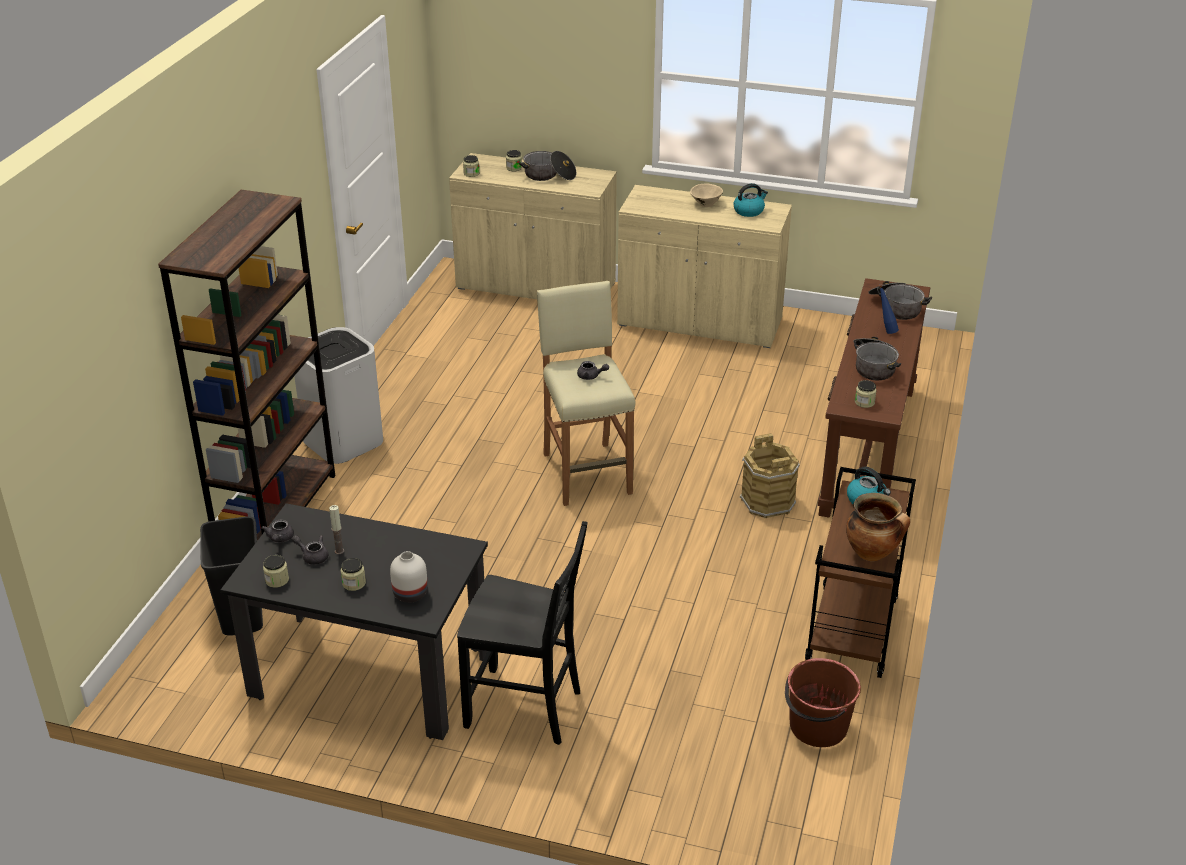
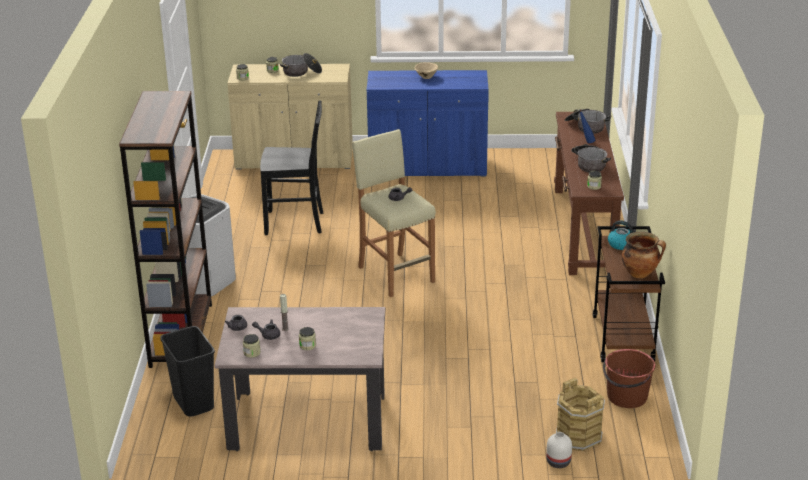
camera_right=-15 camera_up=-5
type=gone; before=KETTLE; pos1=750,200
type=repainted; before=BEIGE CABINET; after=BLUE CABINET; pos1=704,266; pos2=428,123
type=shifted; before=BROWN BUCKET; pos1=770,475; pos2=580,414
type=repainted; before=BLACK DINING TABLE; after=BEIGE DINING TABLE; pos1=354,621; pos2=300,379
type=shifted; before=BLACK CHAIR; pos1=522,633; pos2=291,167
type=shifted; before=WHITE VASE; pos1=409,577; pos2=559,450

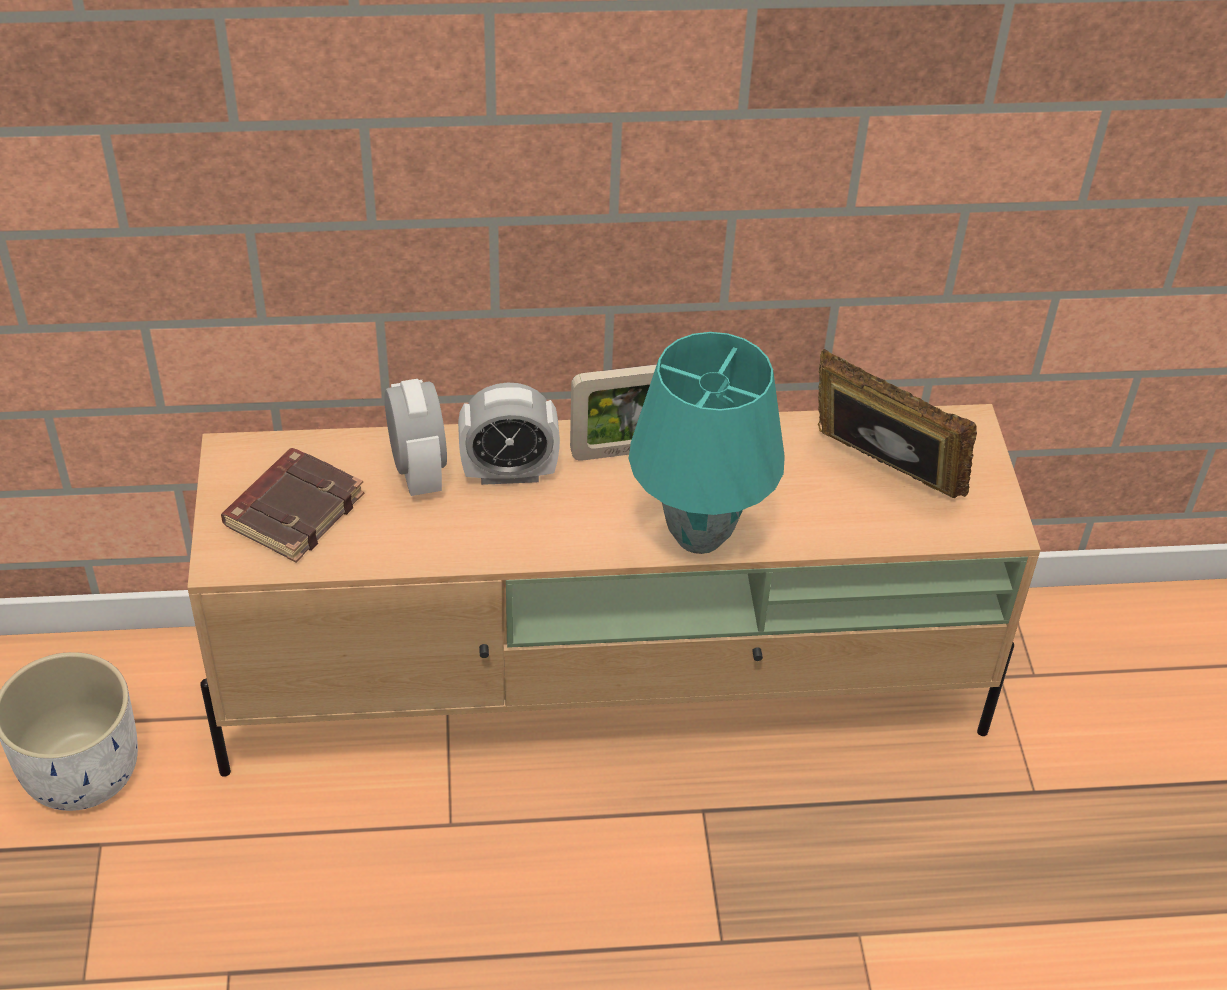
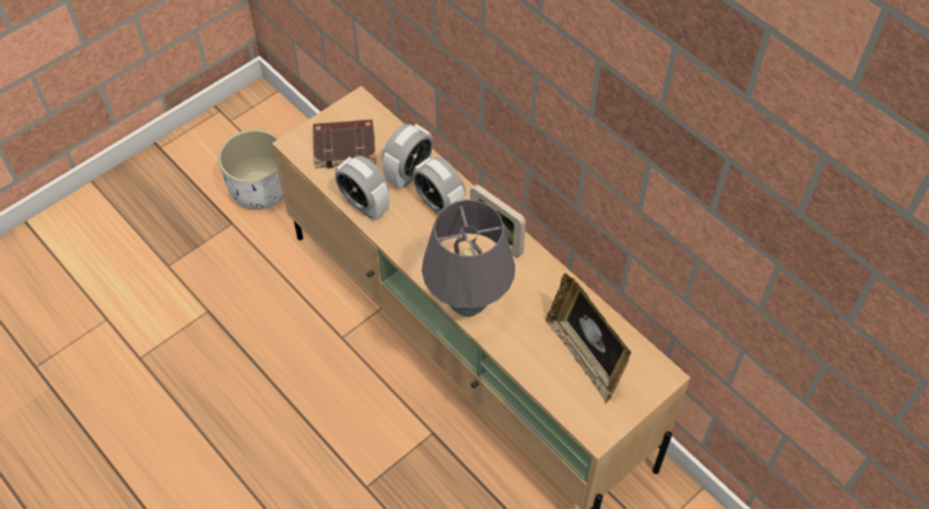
camera_right=55 camera_up=10
type=repainted; before=TURQUOISE TABLE LAMP; after=GREY TABLE LAMP; pos1=707,443; pos2=468,258
type=rotated; before=PICTURE FRAME; pos1=897,423; pos2=588,338; turn=150
type=new; after=ALARM CLOCK; pos2=362,188

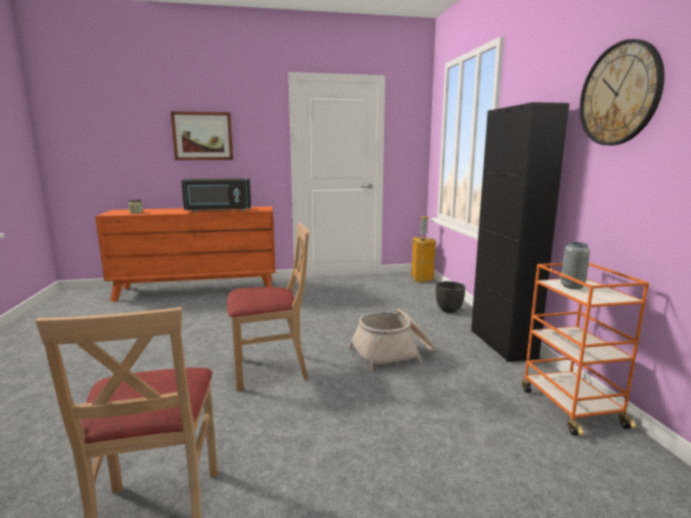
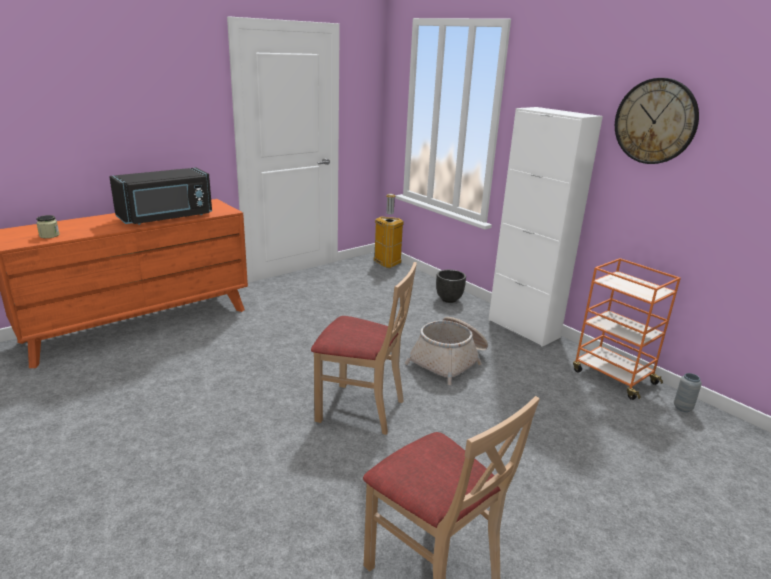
camera_right=-30 camera_up=10
type=repainted; before=BLACK CABINET; after=WHITE CABINET; pos1=520,232; pos2=545,227
type=gone; before=PICTURE; pos1=201,135
type=rotated; before=BEIGE CHAIR; pos1=268,307; pos2=364,348; turn=60
type=shifted; before=GREY VASE; pos1=575,265; pos2=688,392

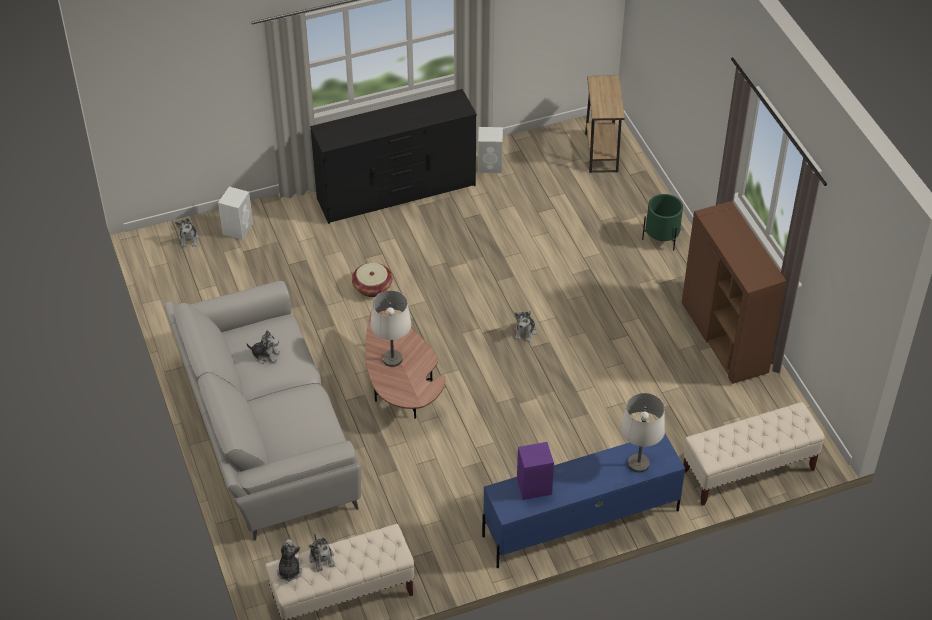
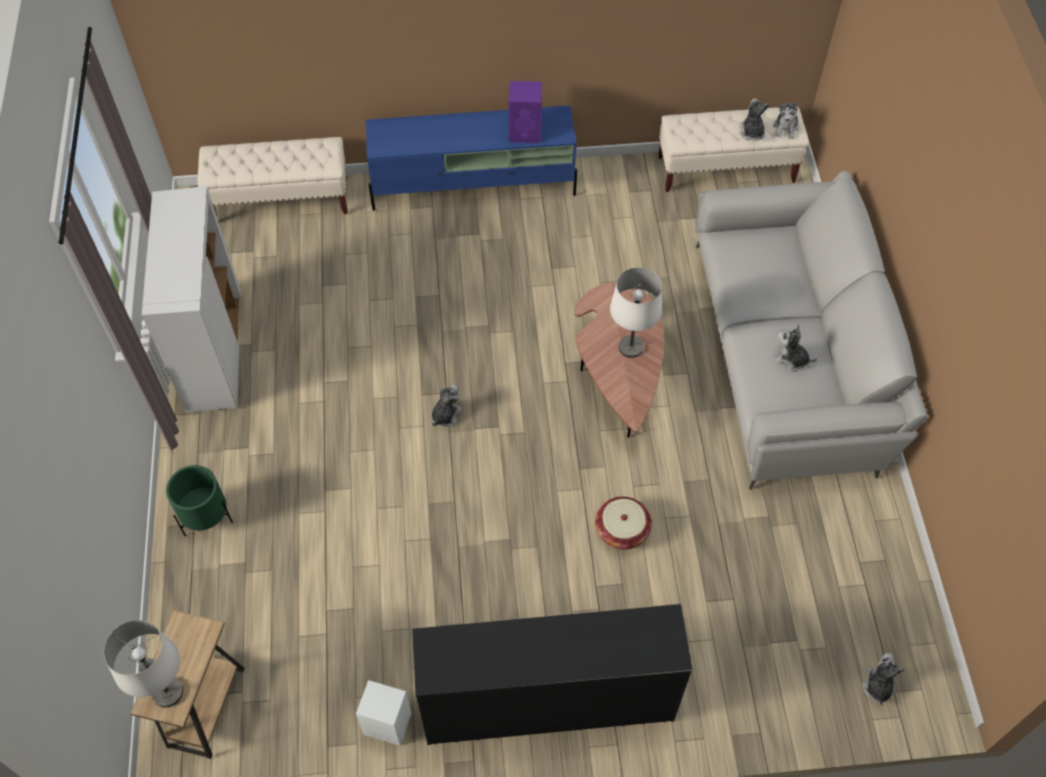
camera_right=-165 camera_up=10
type=gone; before=WHITE SPEAKER; pos1=235,213
type=repainted; before=BROWN CABINET; after=WHITE CABINET; pos1=734,292; pos2=191,299
type=shifted; before=WHITE TABLE LAMP; pos1=643,433; pos2=143,664

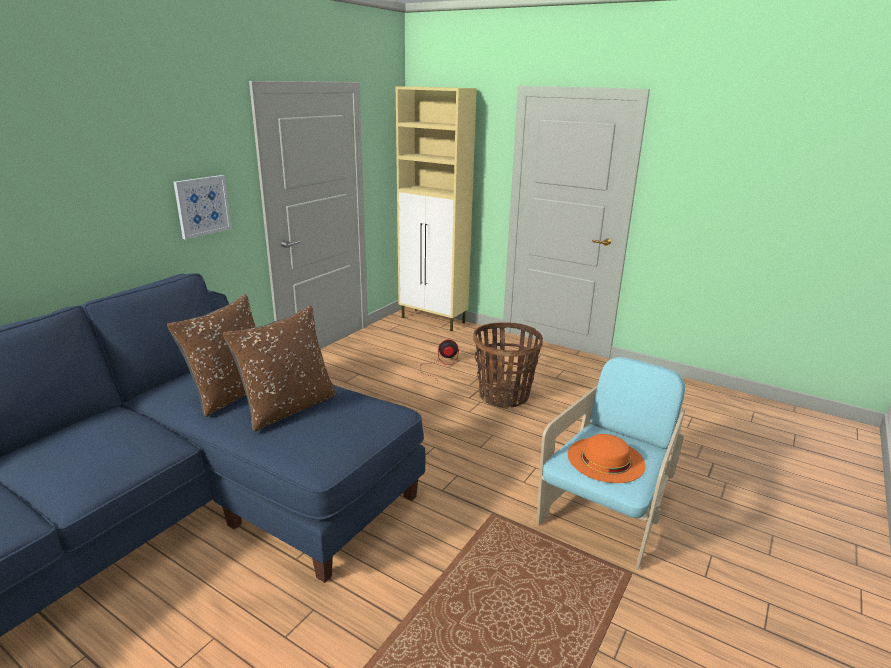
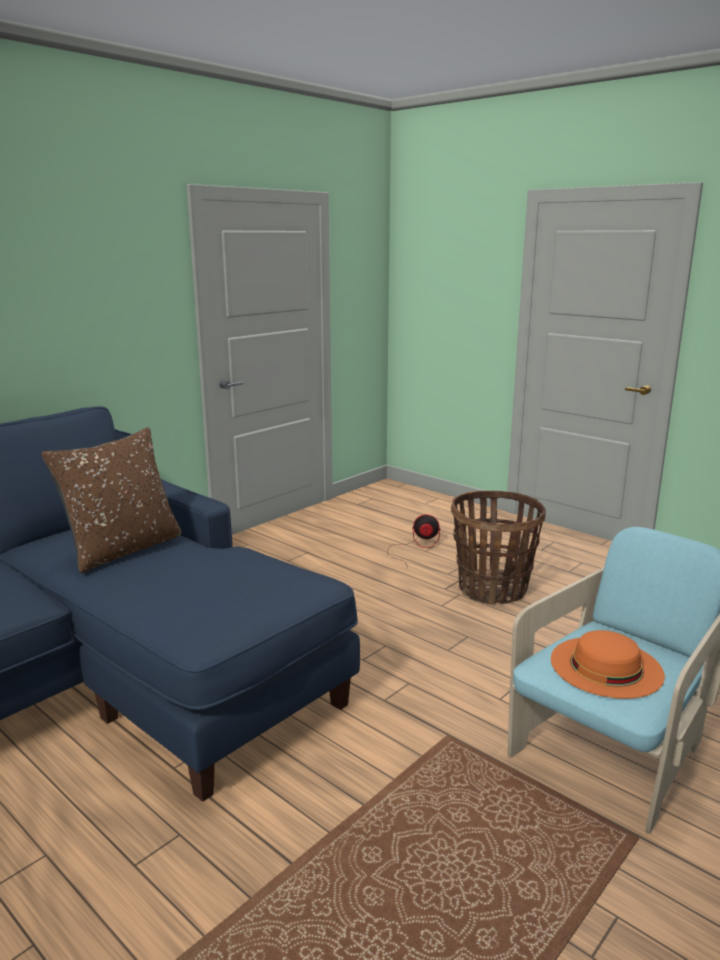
camera_right=10 camera_up=-5
type=gone; before=BEIGE CABINET; pos1=436,208
type=gone; before=PICTURE; pos1=203,207
type=gone; before=BROWN PILLOW; pos1=280,369

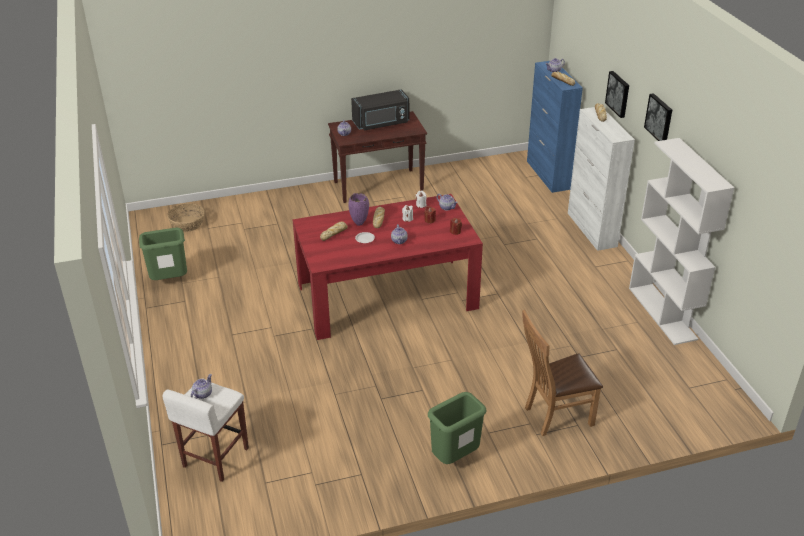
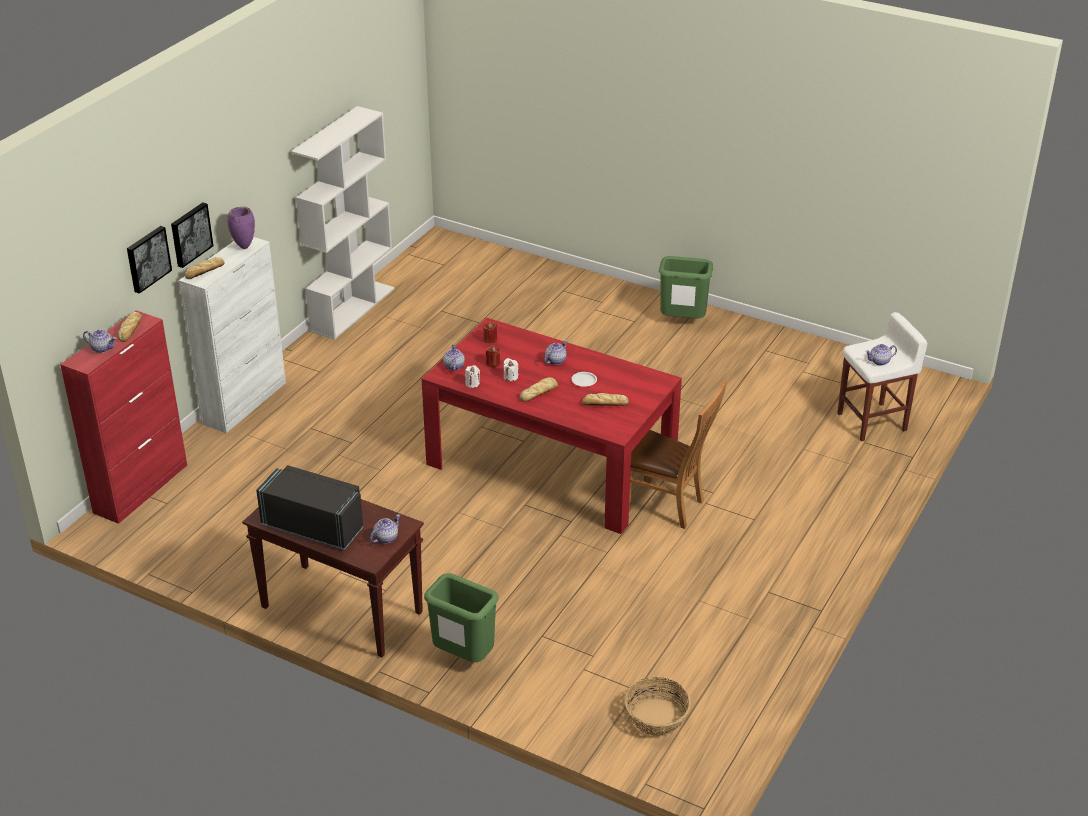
camera_right=-135 camera_up=0
type=repainted; before=BLUE CABINET; after=RED CABINET; pos1=555,127; pos2=123,417
type=shifted; before=PICTURE; pos1=658,117; pos2=149,260
type=shifted; before=PURPLE VASE; pos1=358,209; pos2=241,228
type=shifted; before=GREEN TRASH CAN; pos1=163,253; pos2=461,617
type=shifted; before=BROWN CHAIR; pos1=562,373; pos2=678,454

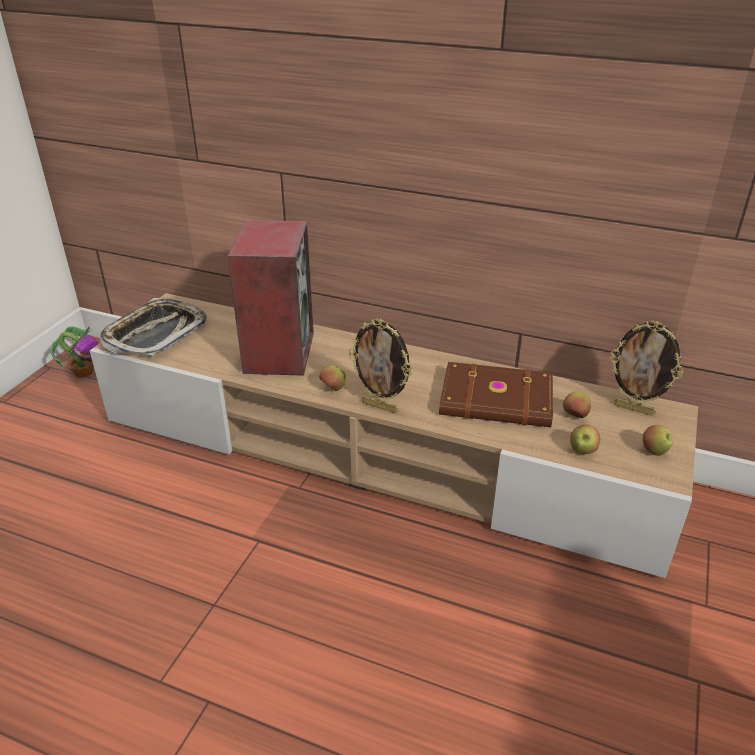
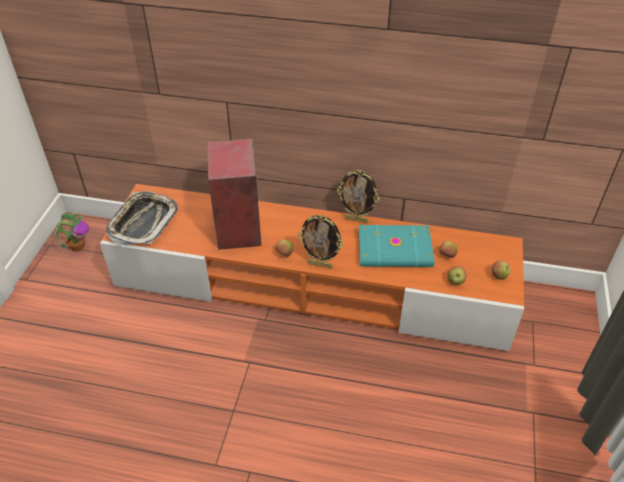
camera_right=-10 camera_up=10
type=repainted; before=BEIGE TV STAND; after=ORANGE TV STAND; pos1=394,435; pos2=312,267
type=shifted; before=PICTURE FRAME; pos1=647,368; pos2=358,196
type=repainted; before=BROWN BOOK; after=TURQUOISE BOOK; pos1=496,394; pos2=396,246

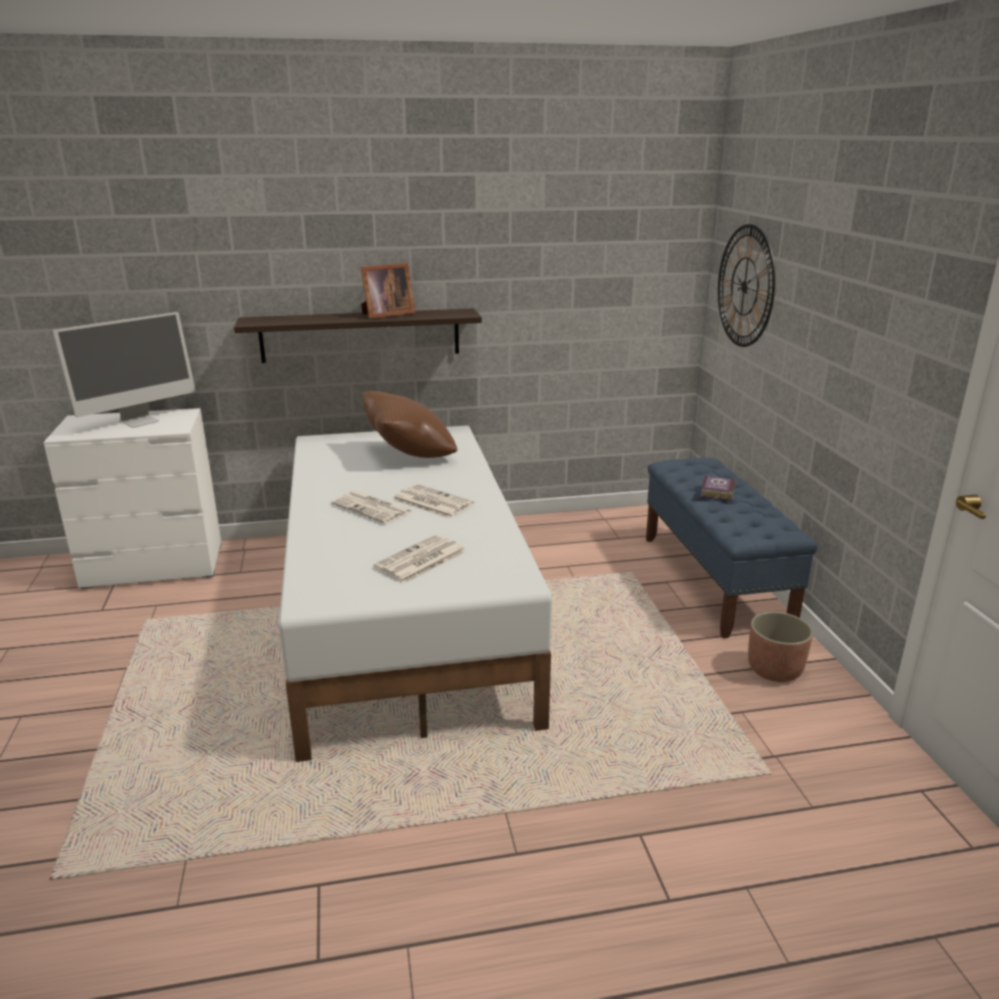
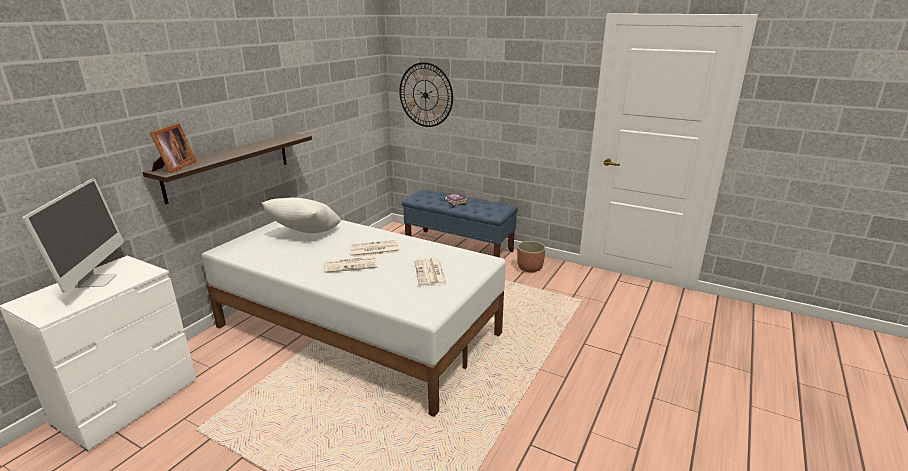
camera_right=-50 camera_up=0
type=shifted; before=PICTURE FRAME; pos1=388,291; pos2=173,148
type=repainted; before=BROWN PILLOW; after=WHITE PILLOW; pos1=410,424; pos2=301,215

